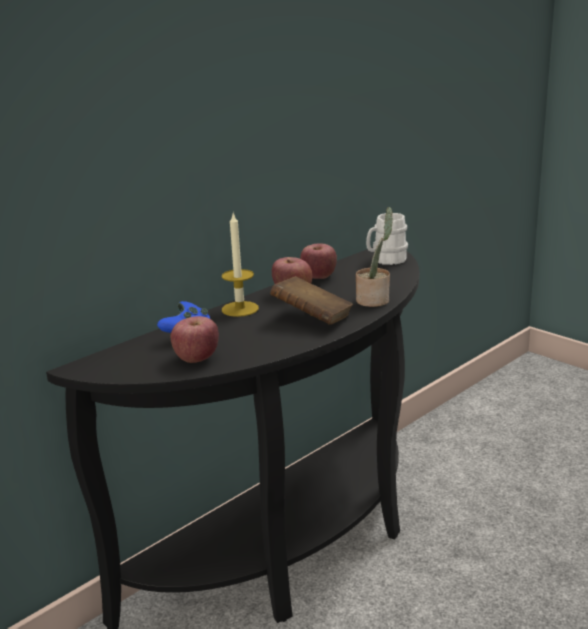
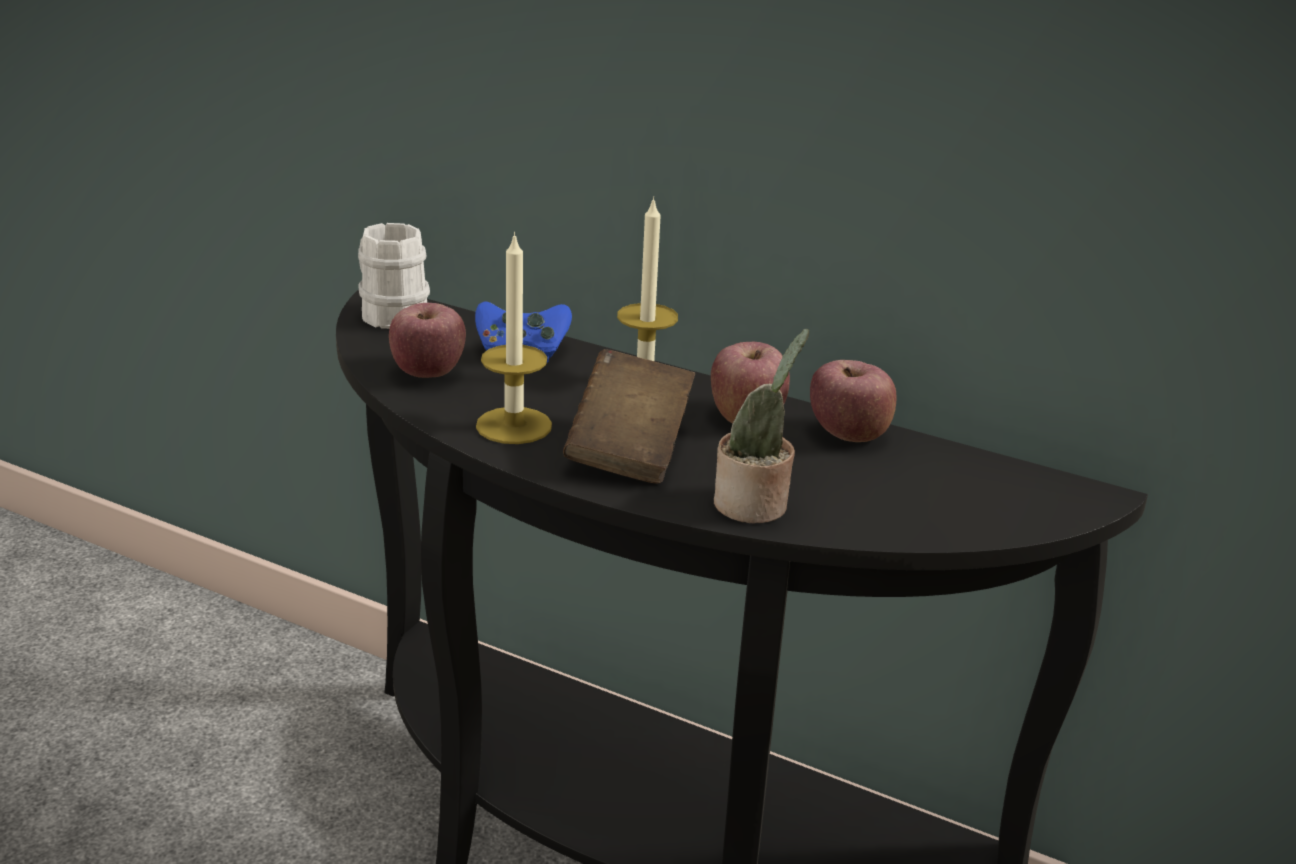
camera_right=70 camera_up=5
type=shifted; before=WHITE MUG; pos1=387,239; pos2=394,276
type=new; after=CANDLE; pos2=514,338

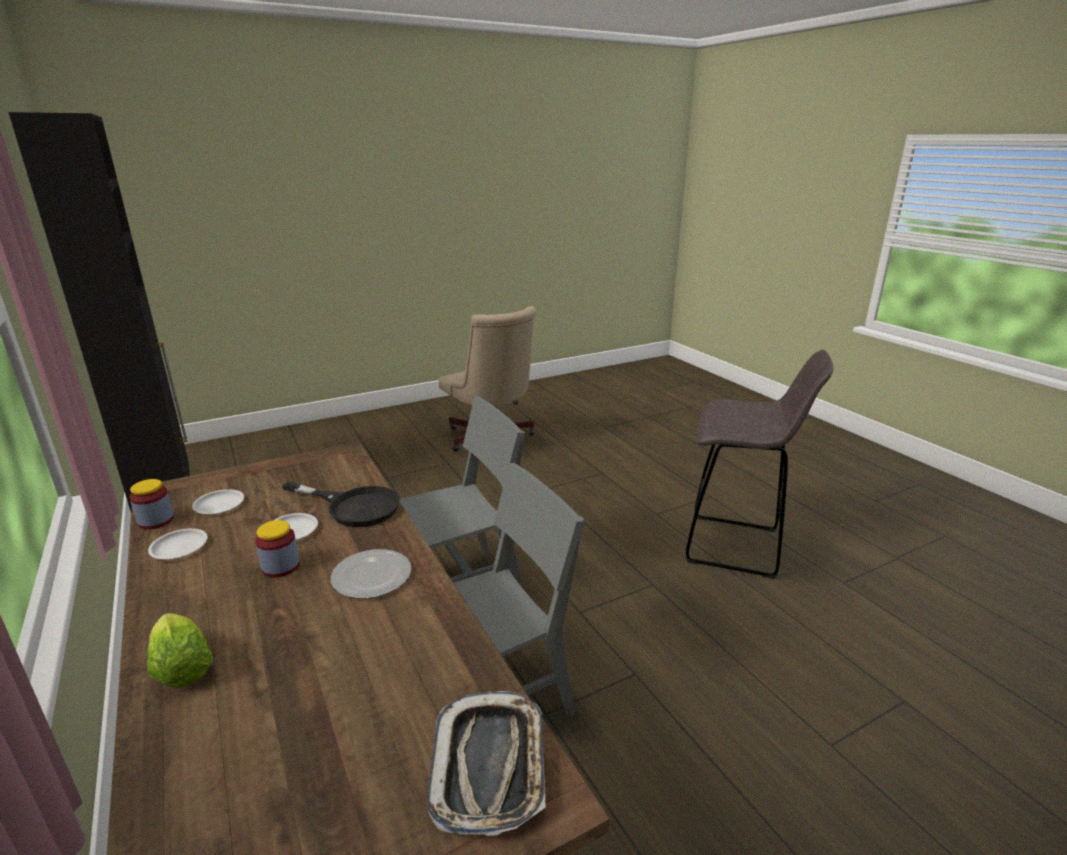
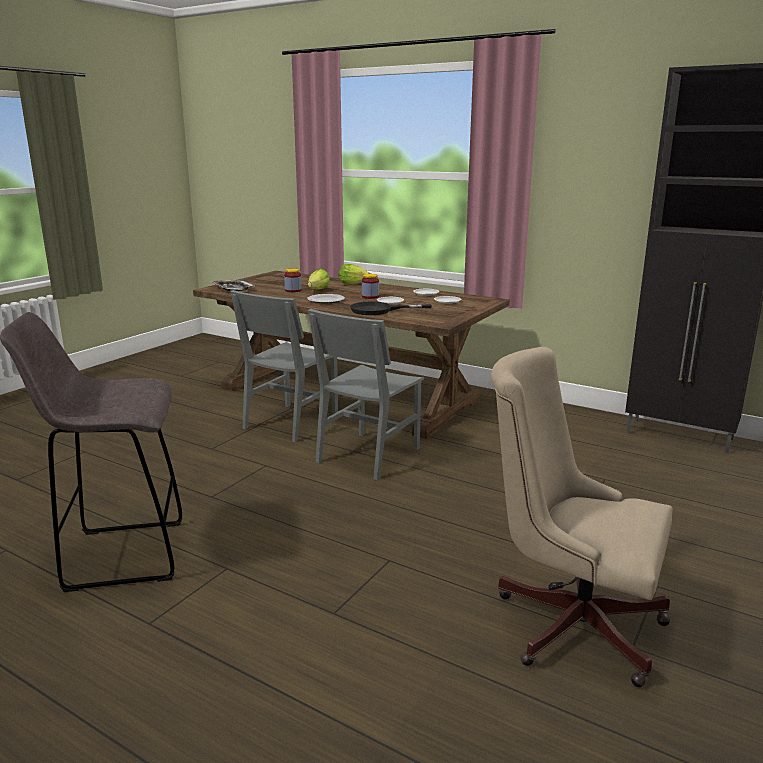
camera_right=150 camera_up=-5
type=shifted; before=JAR; pos1=152,504; pos2=293,280
type=new; after=LETTUCE; pos2=319,279

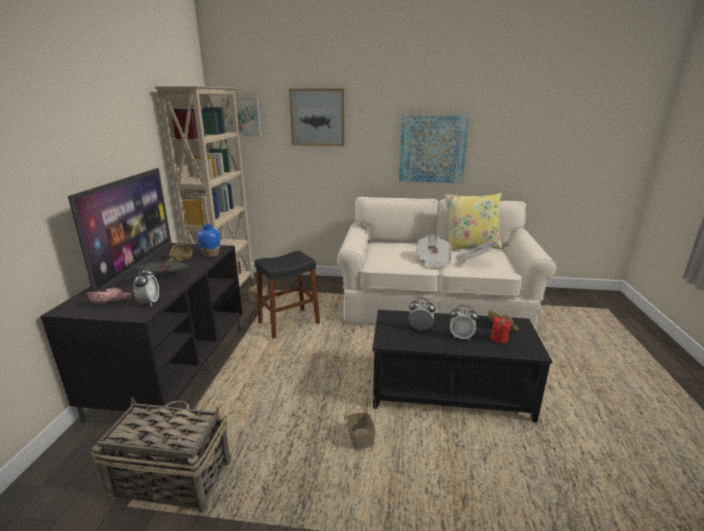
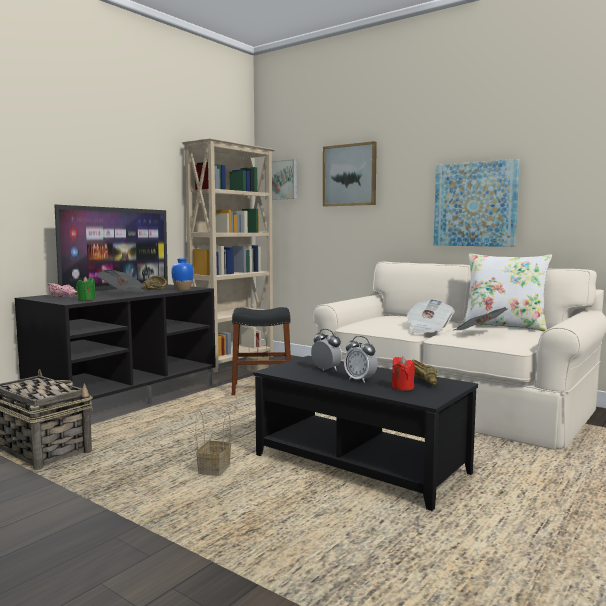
camera_right=30 camera_up=-15
type=repainted; before=YELLOW PILLOW; after=WHITE PILLOW; pos1=474,221; pos2=506,292
type=swapped; before=ALARM CLOCK; after=GREEN CANDLE; pos1=146,286; pos2=86,288

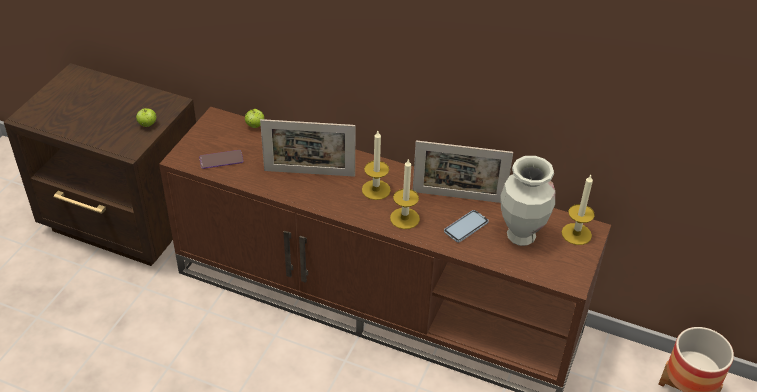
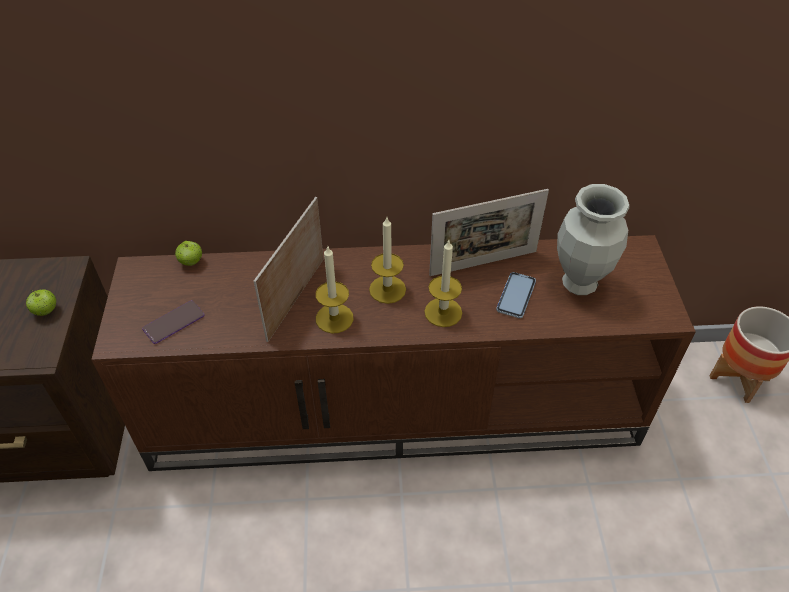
camera_right=-25 camera_up=5
type=rotated; before=PICTURE FRAME; pos1=308,148; pos2=289,269; turn=135
type=shifted; before=CANDLE; pos1=578,210; pos2=335,289

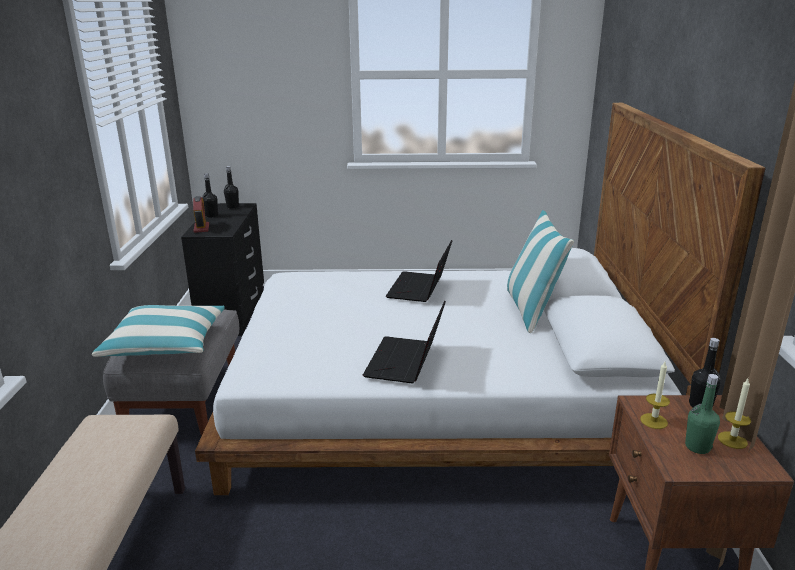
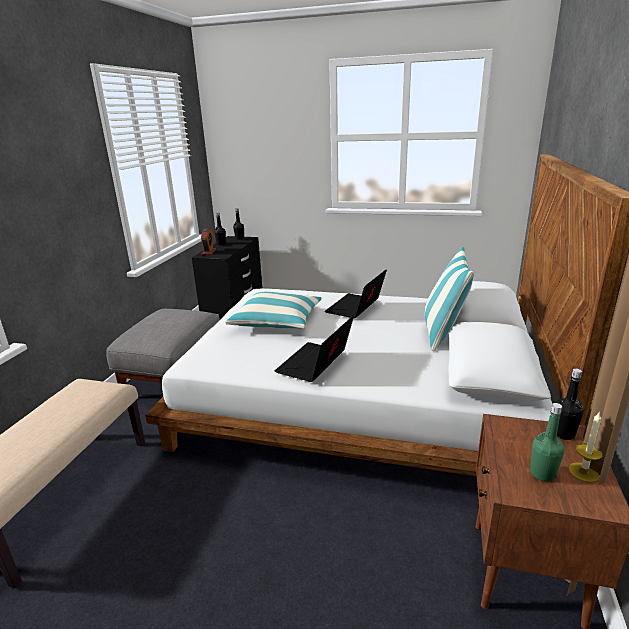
camera_right=15 camera_up=0
type=shifted; before=PILLOW; pos1=158,331; pos2=273,310
type=gone; before=CANDLE; pos1=655,395

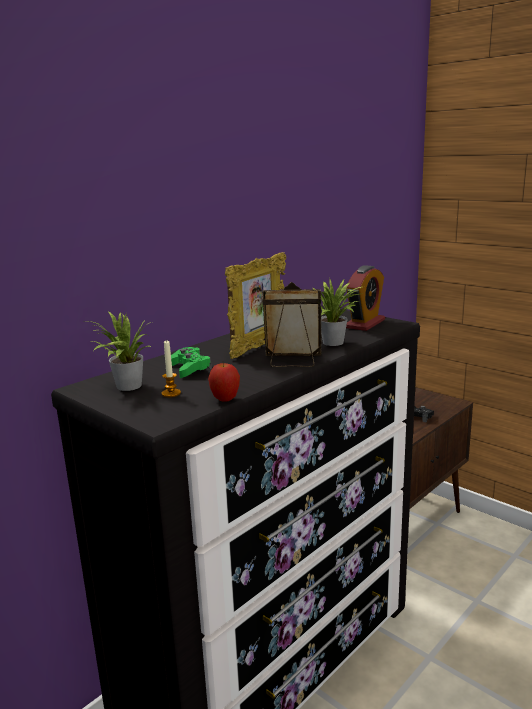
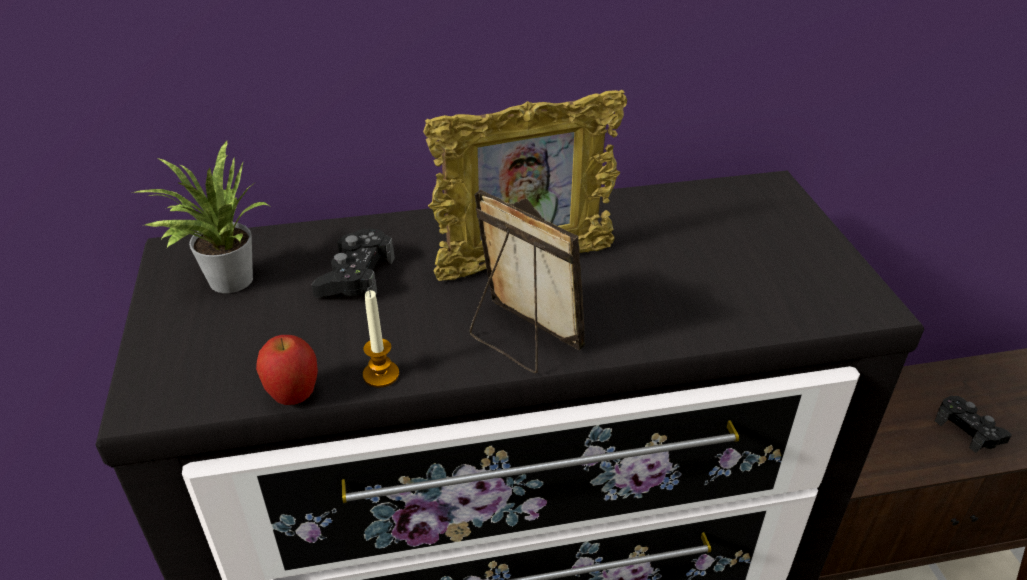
camera_right=35 camera_up=20
type=gone; before=ALARM CLOCK; pos1=365,298
type=gone; before=POTTED PLANT; pos1=338,312
type=shifted; before=CANDLE; pos1=171,368; pos2=381,339
type=repainted; before=GREEN GAME CONTROLLER; after=BLACK GAME CONTROLLER; pos1=191,362; pos2=353,263

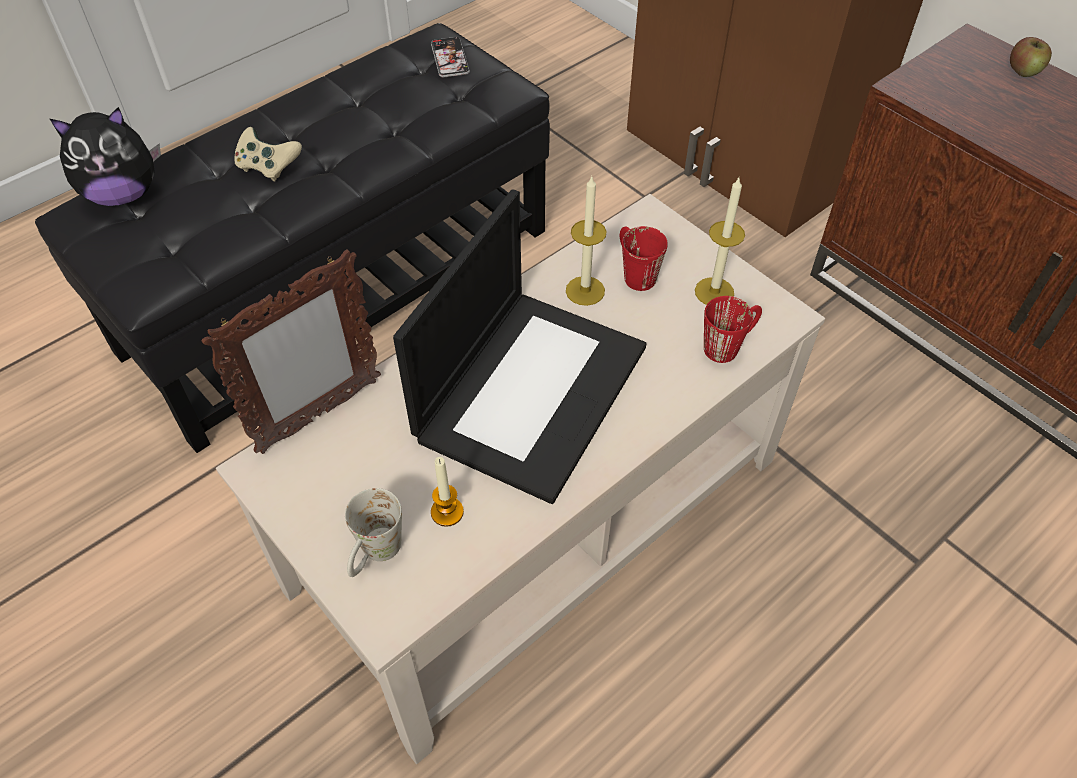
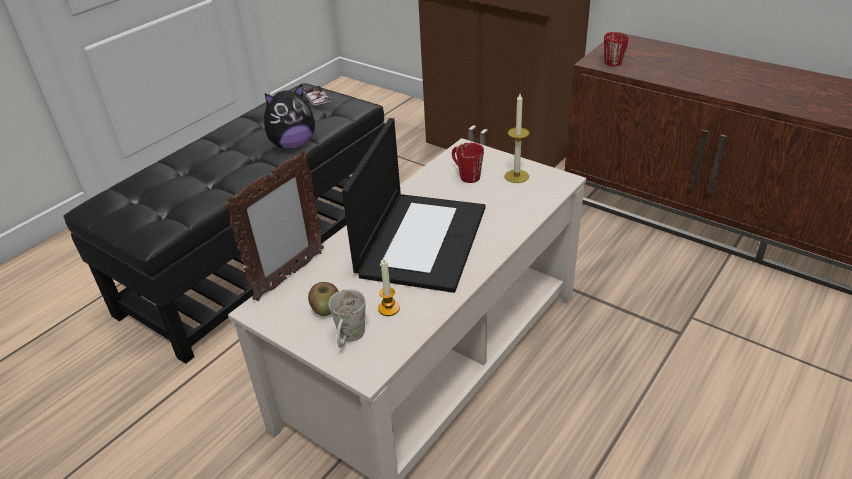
camera_right=-10 camera_up=-15
type=shifted; before=APPLE; pos1=1031,57; pos2=323,299
type=shifted; before=PLUSH TOY; pos1=105,156; pos2=289,116
type=gone; before=BEIGE GAME CONTROLLER; pos1=268,154
type=gone; before=CANDLE; pos1=586,240
type=shifted; before=RED MUG; pos1=733,329; pos2=616,49

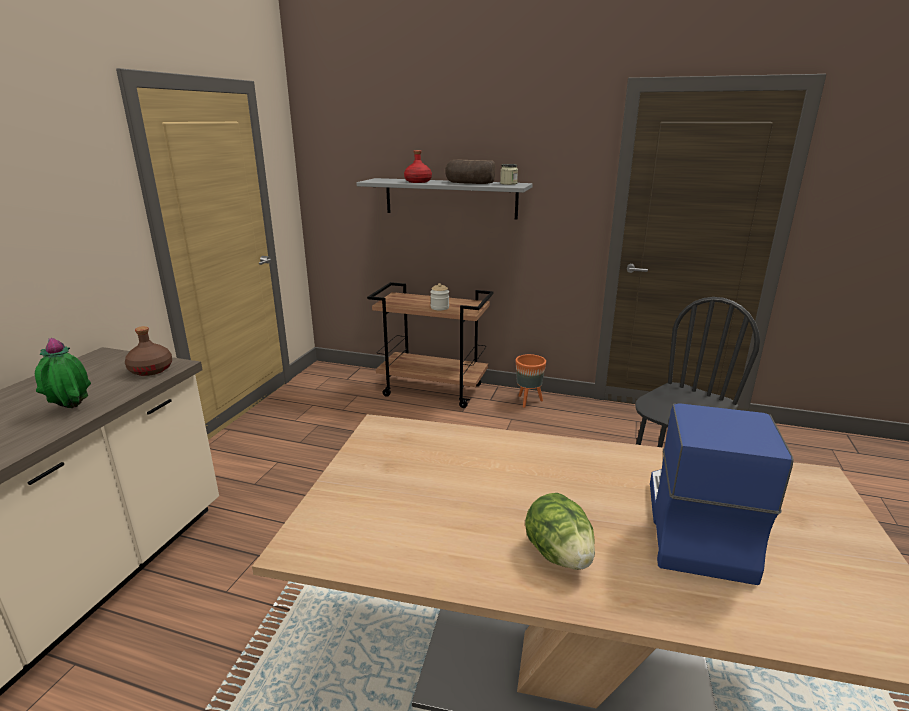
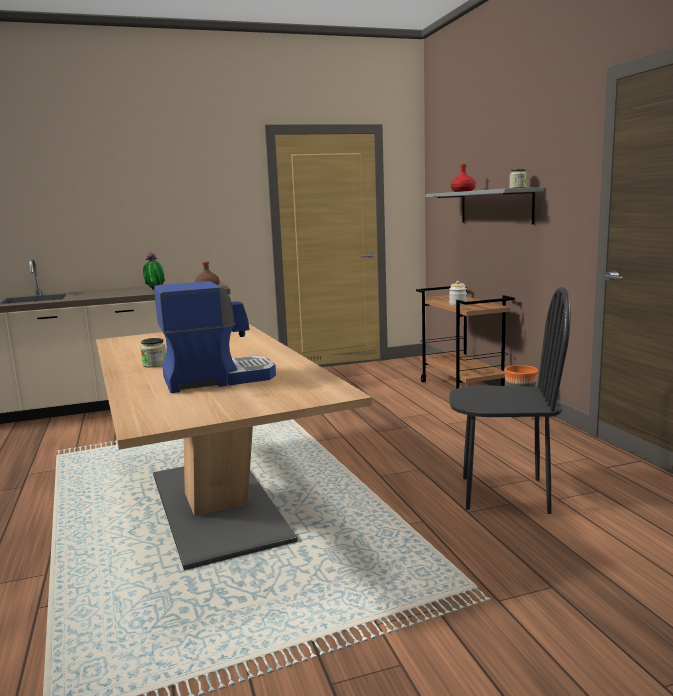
camera_right=55 camera_up=-10
type=gone; before=BREAD; pos1=470,172
type=swapped; before=LETTUCE; after=JAR; pos1=560,531; pos2=153,353

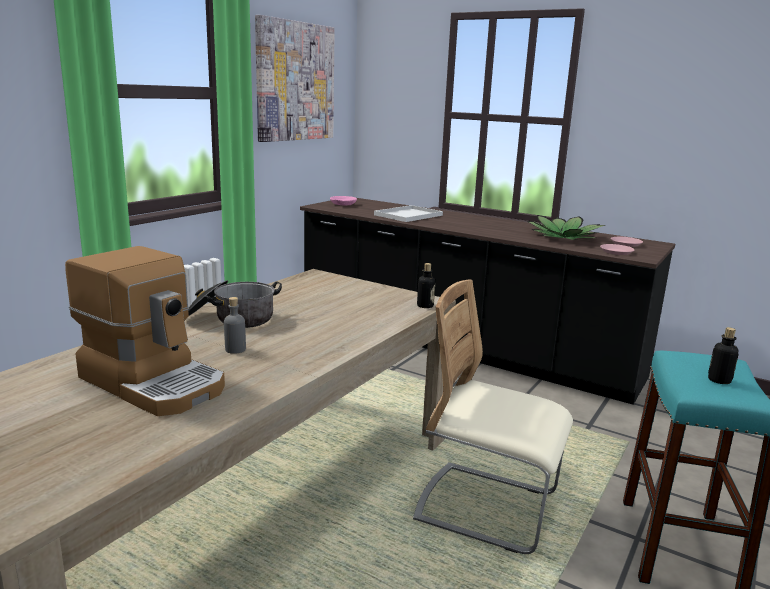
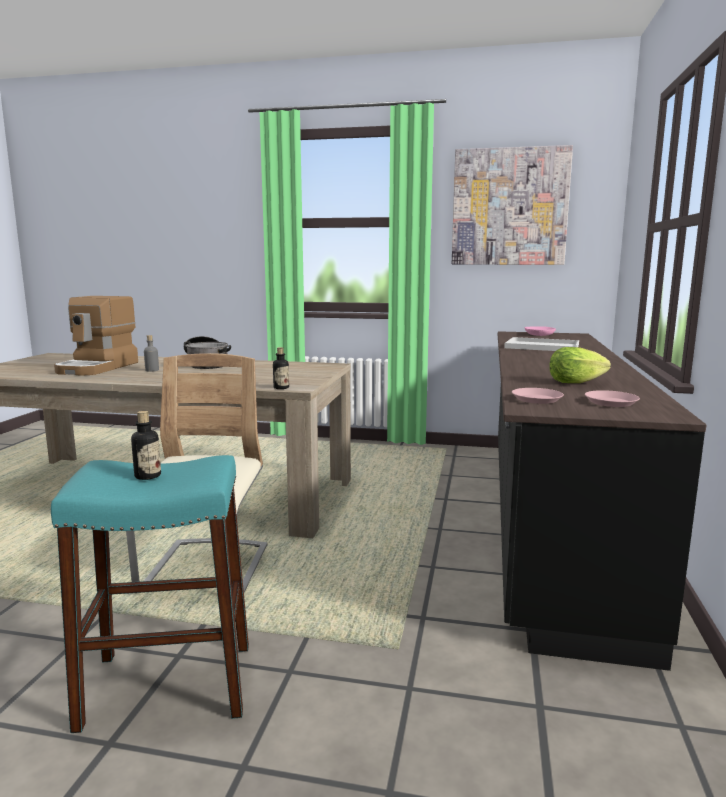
camera_right=70 camera_up=-5
type=swapped; before=POTTED PLANT; after=LETTUCE; pos1=566,227; pos2=580,365

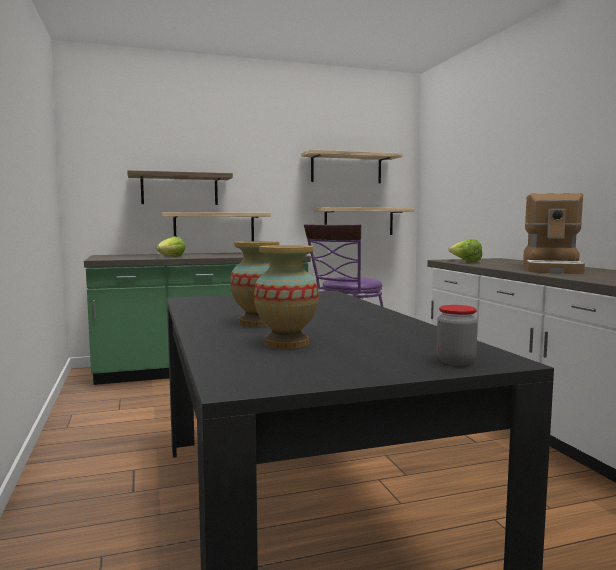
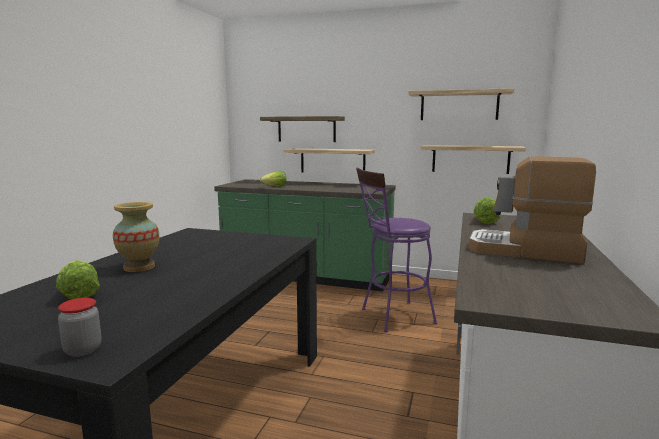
camera_right=35 camera_up=5
type=rotated; before=COFFEE MACHINE; pos1=554,233; pos2=532,210; turn=60
type=swapped; before=VASE; after=LETTUCE; pos1=286,297; pos2=78,280

